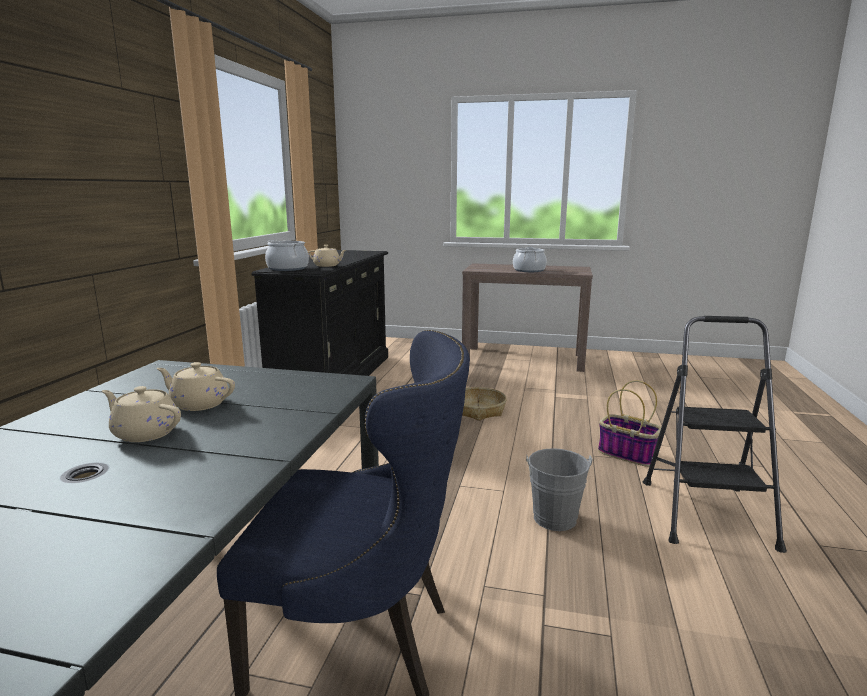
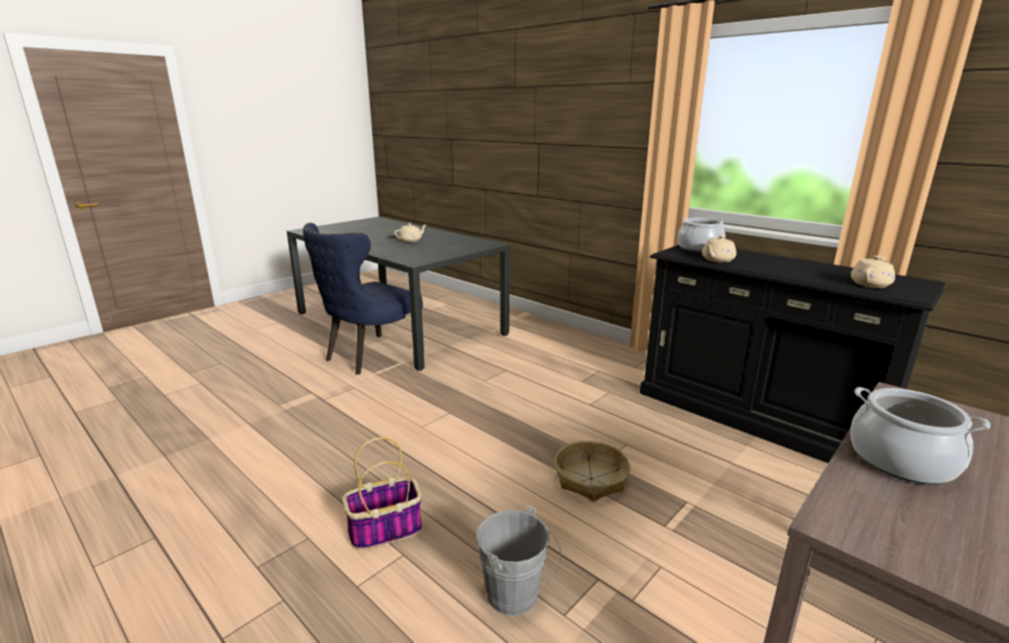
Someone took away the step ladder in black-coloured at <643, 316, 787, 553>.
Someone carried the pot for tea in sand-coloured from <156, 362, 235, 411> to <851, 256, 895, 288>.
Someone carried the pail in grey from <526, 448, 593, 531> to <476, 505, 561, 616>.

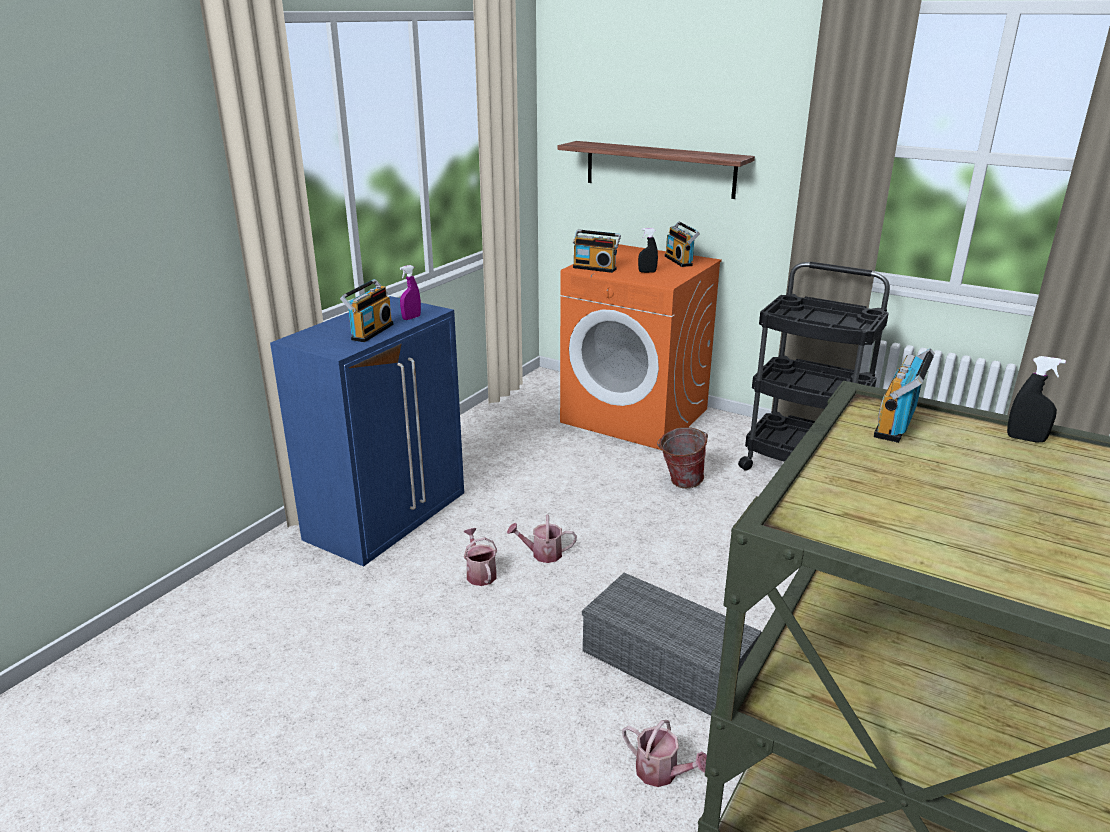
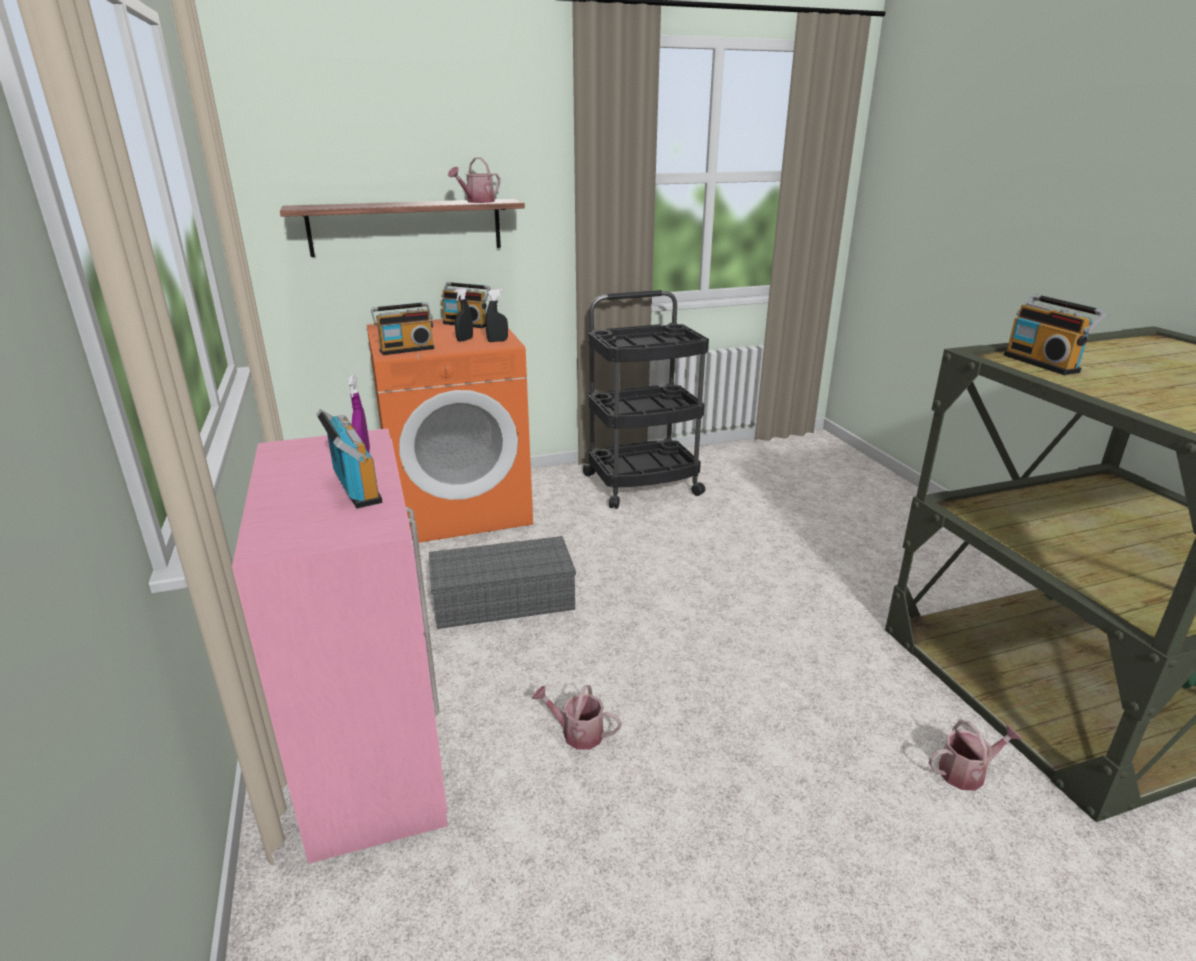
Someone repainted the cupboard in blue at <270, 296, 464, 567>, which became the cupboard in pinkish at <232, 428, 448, 864>.
Someone carried the hand sprayer in black-coloured from <1007, 356, 1066, 442> to <485, 289, 508, 342>.
Someone took away the pail at <657, 427, 708, 488>.
Someone carried the watering can from <507, 515, 577, 563> to <448, 158, 500, 203>.
Someone carried the storage box in grey from <582, 573, 762, 716> to <429, 536, 576, 629>.

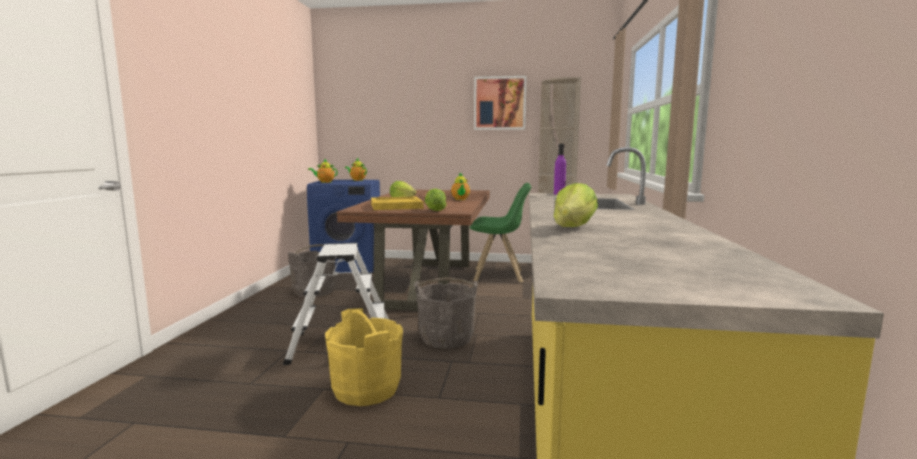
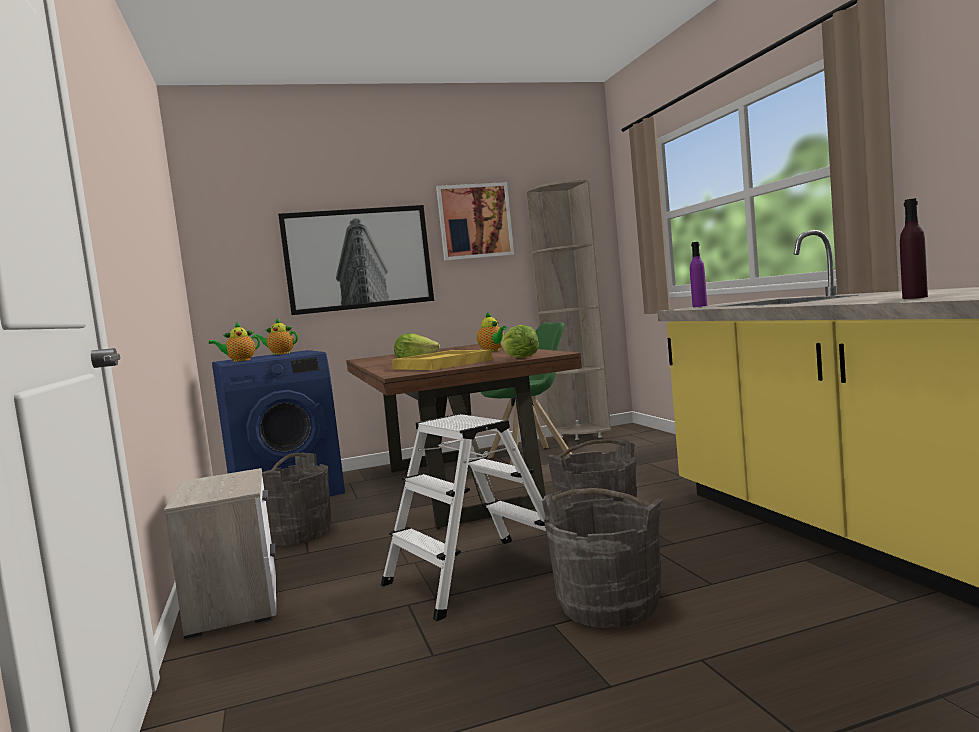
Someone swapped the lettuce at <554, 183, 598, 227> for the drink bottle in purple-coloured at <900, 198, 928, 299>.
Someone repainted the pail in yellow at <325, 308, 403, 406>, which became the pail in grey at <542, 488, 663, 628>.
Someone put up the wall art at <278, 205, 434, 315>.
Someone put down the night table at <164, 468, 276, 639>.

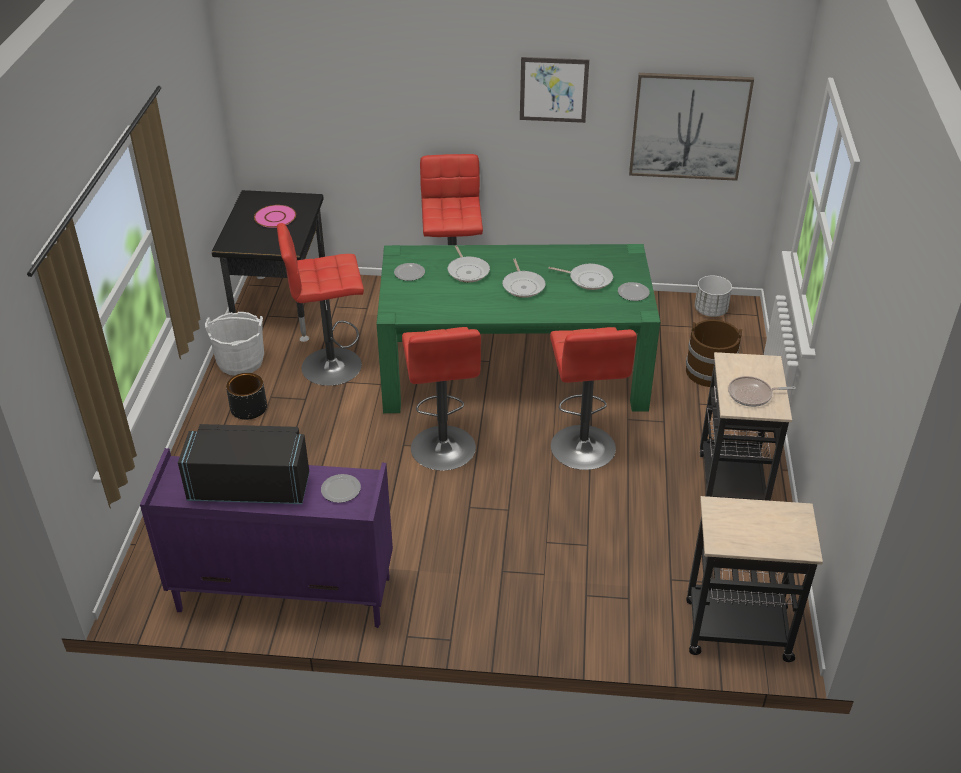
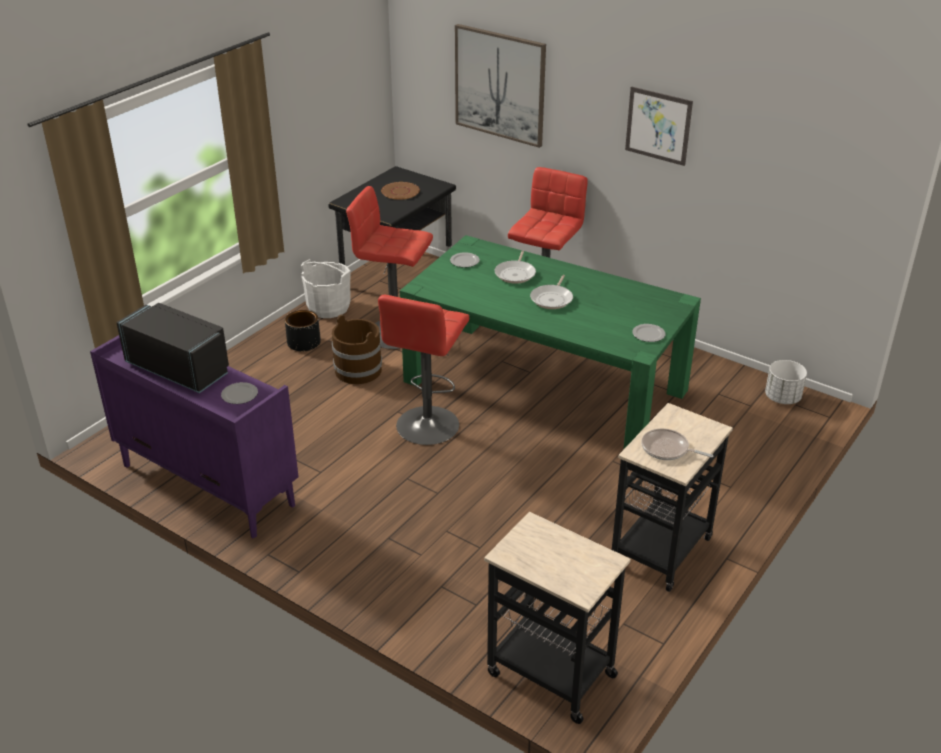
Someone carried the wall art from <629, 73, 754, 181> to <455, 24, 546, 148>.
Someone repainted the dinner plate in pinkish at <254, 205, 296, 228>, which became the dinner plate in brownish at <381, 182, 420, 200>.
Someone took away the frying pan at <548, 264, 613, 290>.
Someone carried the pail in brownish from <686, 319, 742, 387> to <332, 314, 382, 384>.
Someone took away the sitting stool in reddish at <550, 327, 637, 470>.

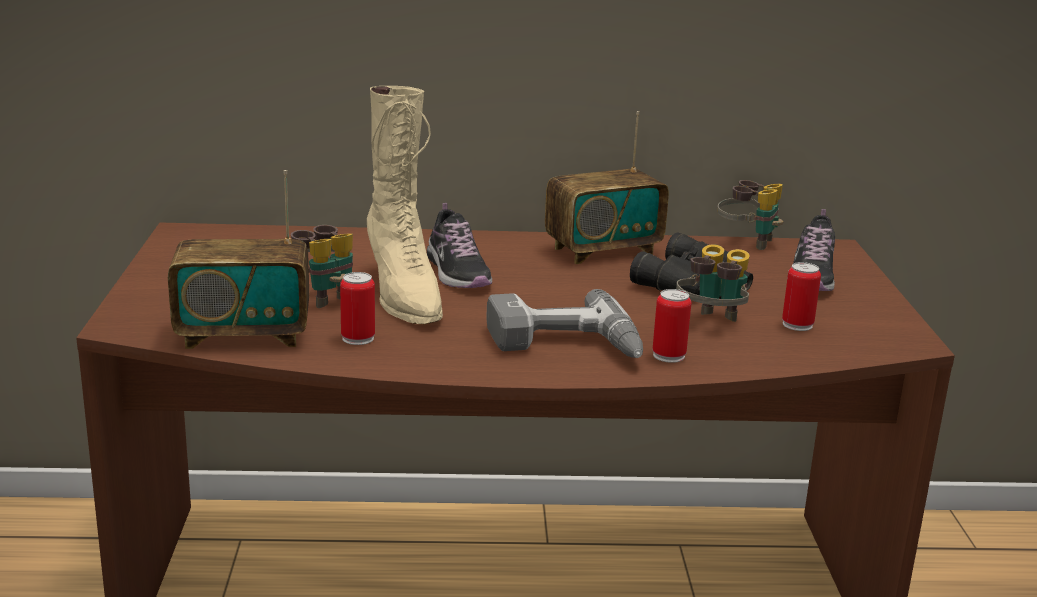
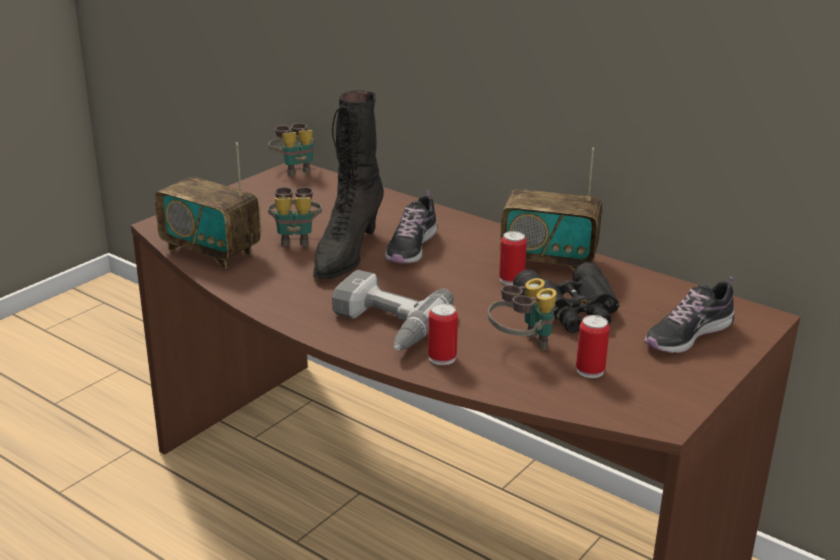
Someone repainted the tall boot in sand-coloured at <367, 86, 443, 324>, which became the tall boot in black-coloured at <313, 90, 384, 279>.
Someone carried the field glasses from <717, 180, 784, 250> to <268, 123, 314, 177>.
Someone carried the can from <340, 272, 375, 345> to <499, 231, 527, 285>.

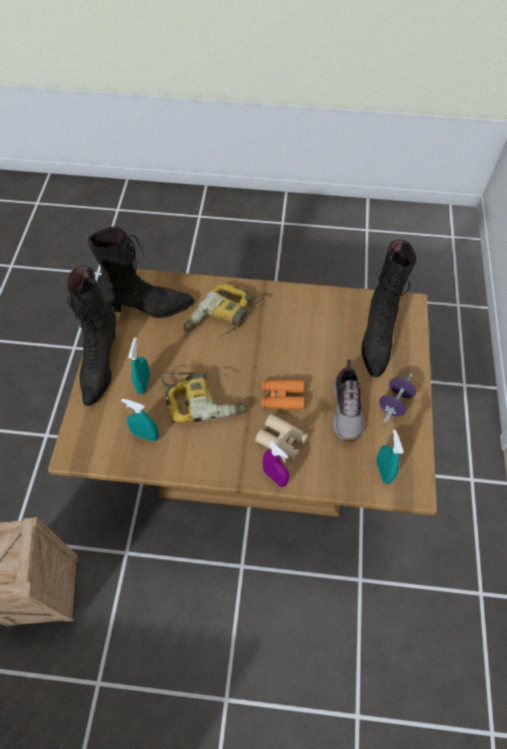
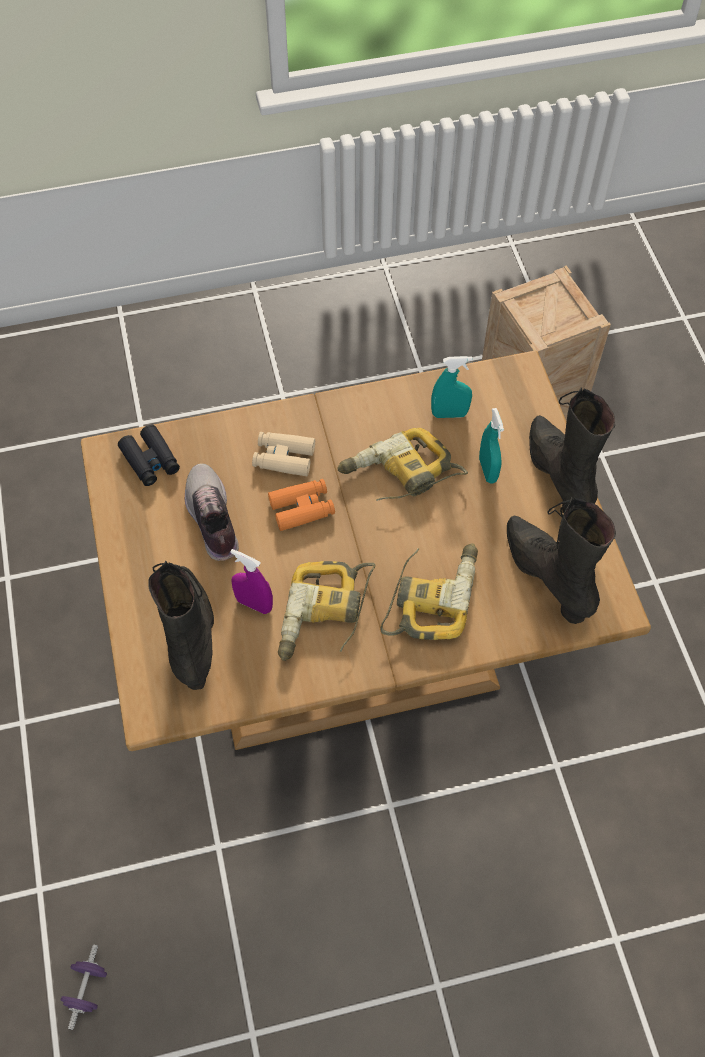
Someone rotated the tall boot in black-coloured at <88, 226, 194, 318> by 90 degrees clockwise.
Someone carried the free weight in purple-coloured from <379, 373, 416, 422> to <61, 944, 107, 1030>.
Someone swapped the hand sprayer in blue-green at <376, 430, 404, 484> for the field glasses in black-coloured at <118, 425, 180, 486>.
Someone carried the hand sprayer in purple-coloured from <263, 441, 289, 487> to <230, 549, 273, 614>.
Someone put down the electric drill at <278, 561, 375, 661>.

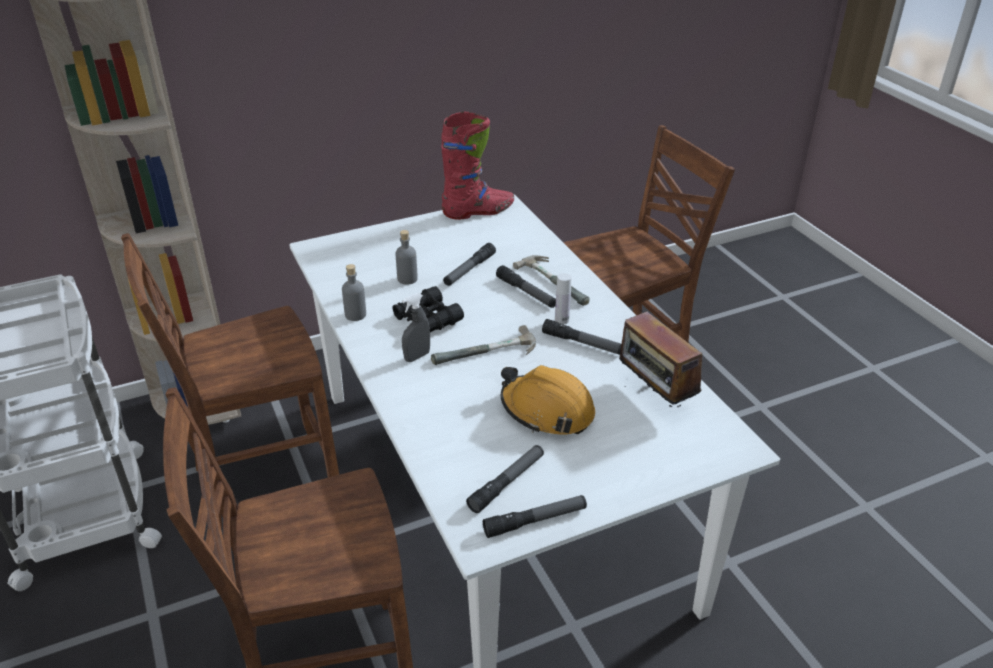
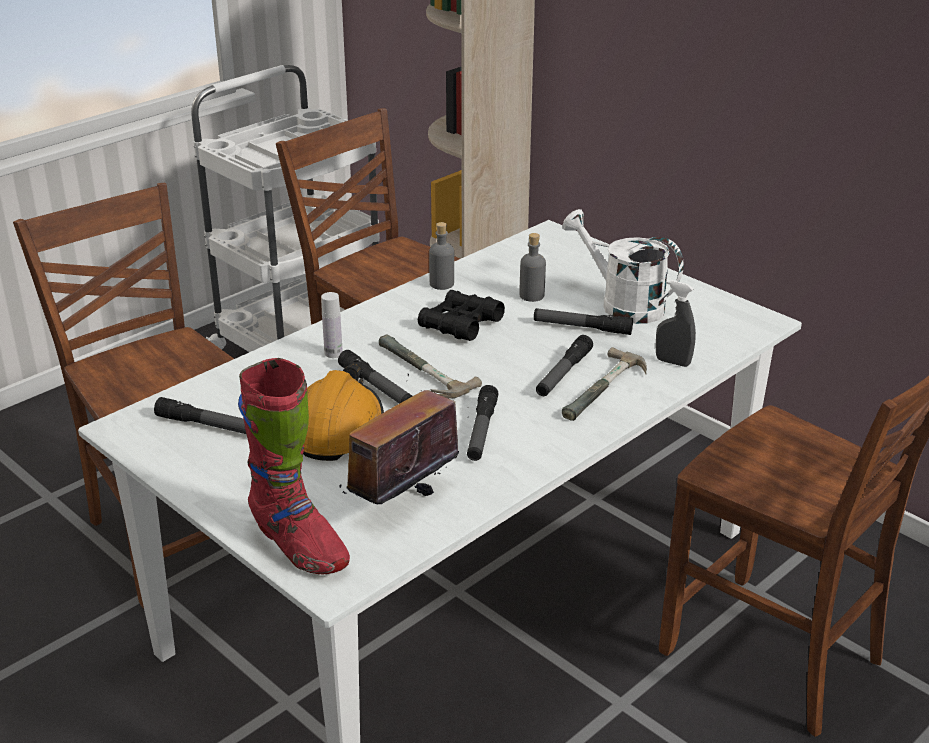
Someone carried the tall boot in reddish from <441, 112, 514, 220> to <238, 358, 350, 575>.
Someone carried the drink bottle in whitish from <555, 273, 571, 324> to <321, 292, 343, 358>.
Someone carried the hand sprayer in grey from <402, 293, 430, 362> to <656, 280, 696, 367>.
Someone carried the torch from <483, 495, 587, 538> to <338, 350, 412, 404>.
Someone put down the watering can in whitish at <562, 209, 684, 324>.

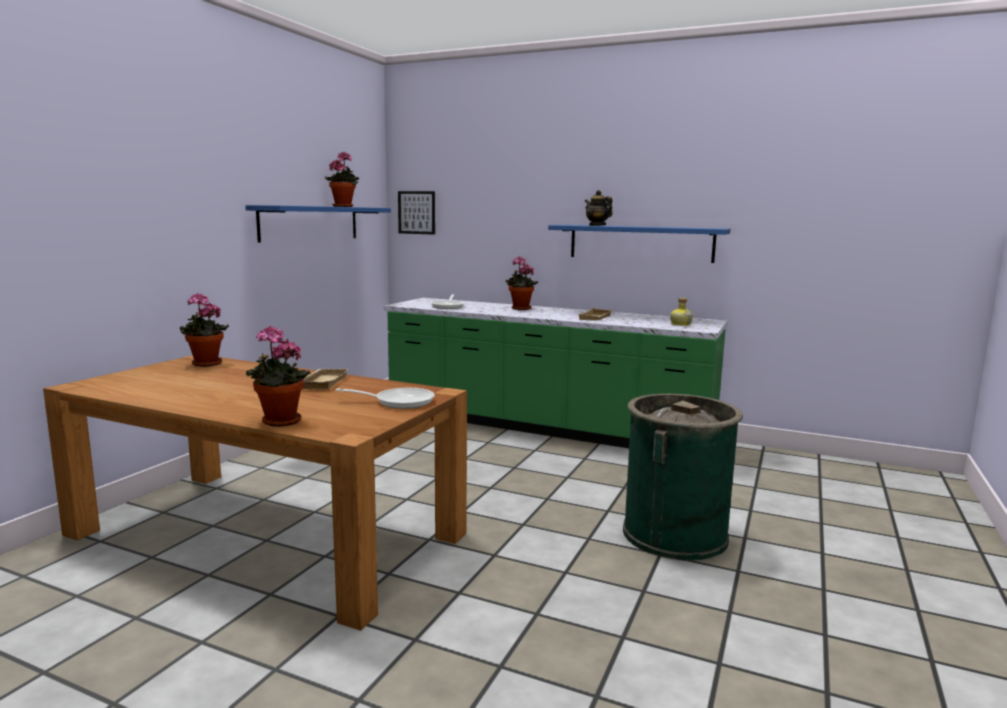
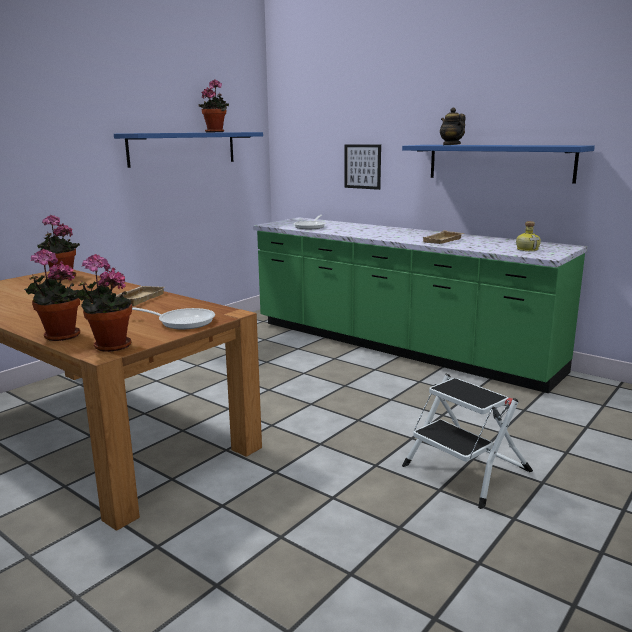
Someone carried the wall art from <398, 191, 435, 235> to <344, 144, 381, 190>.
Someone carried the potted plant from <506, 256, 538, 310> to <74, 254, 132, 352>.
Someone swapped the waste bin in green-coloured at <623, 394, 743, 561> for the step ladder at <402, 374, 533, 509>.

